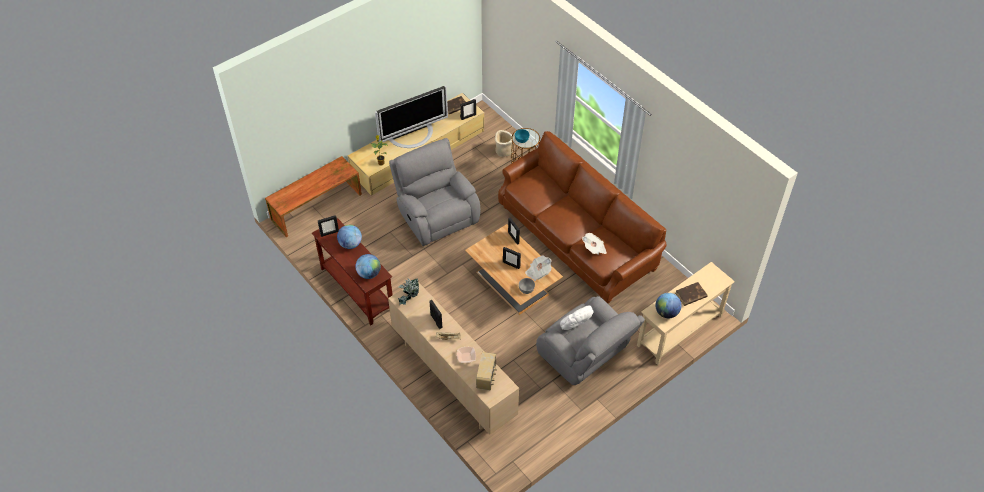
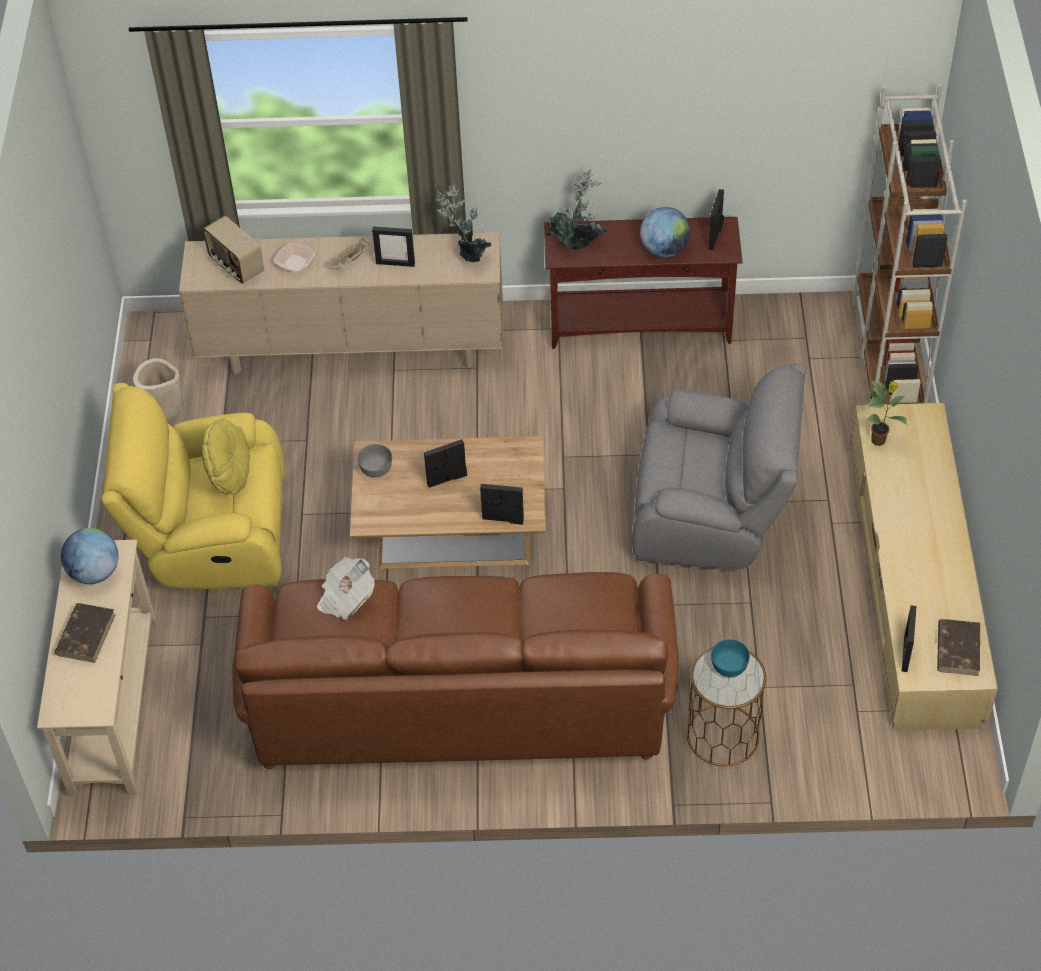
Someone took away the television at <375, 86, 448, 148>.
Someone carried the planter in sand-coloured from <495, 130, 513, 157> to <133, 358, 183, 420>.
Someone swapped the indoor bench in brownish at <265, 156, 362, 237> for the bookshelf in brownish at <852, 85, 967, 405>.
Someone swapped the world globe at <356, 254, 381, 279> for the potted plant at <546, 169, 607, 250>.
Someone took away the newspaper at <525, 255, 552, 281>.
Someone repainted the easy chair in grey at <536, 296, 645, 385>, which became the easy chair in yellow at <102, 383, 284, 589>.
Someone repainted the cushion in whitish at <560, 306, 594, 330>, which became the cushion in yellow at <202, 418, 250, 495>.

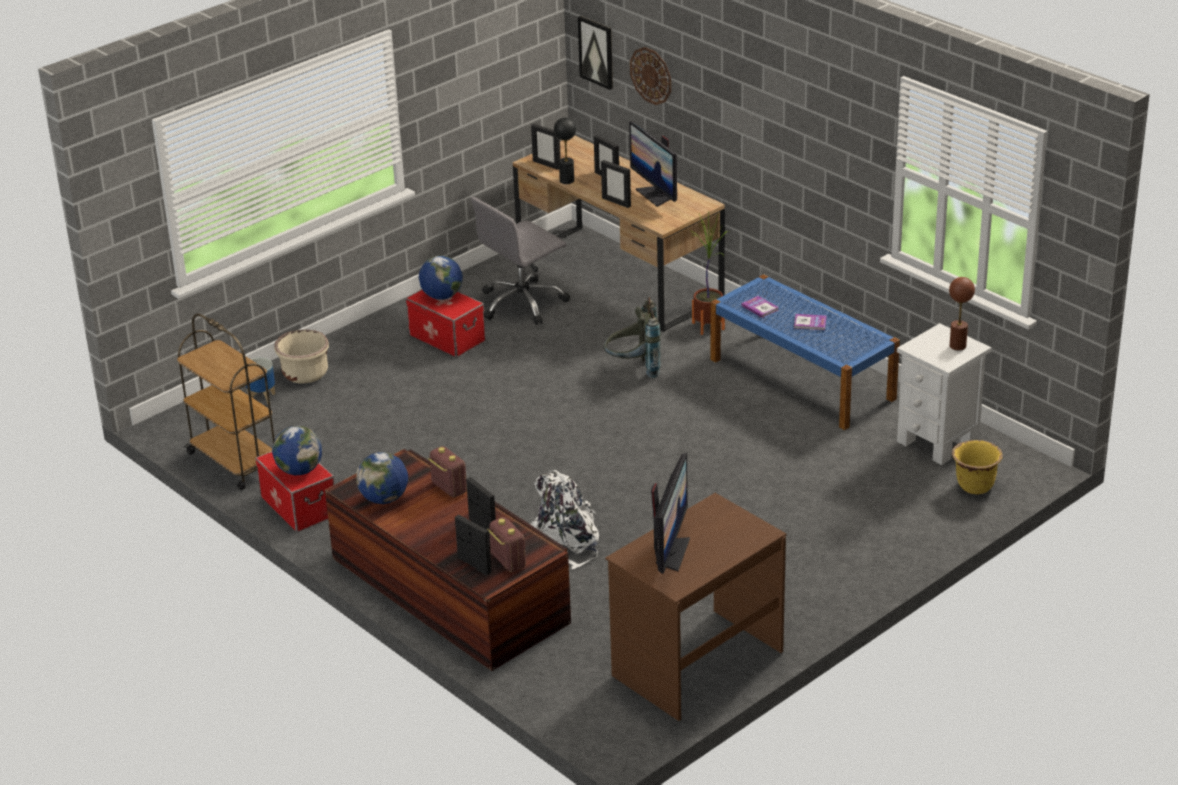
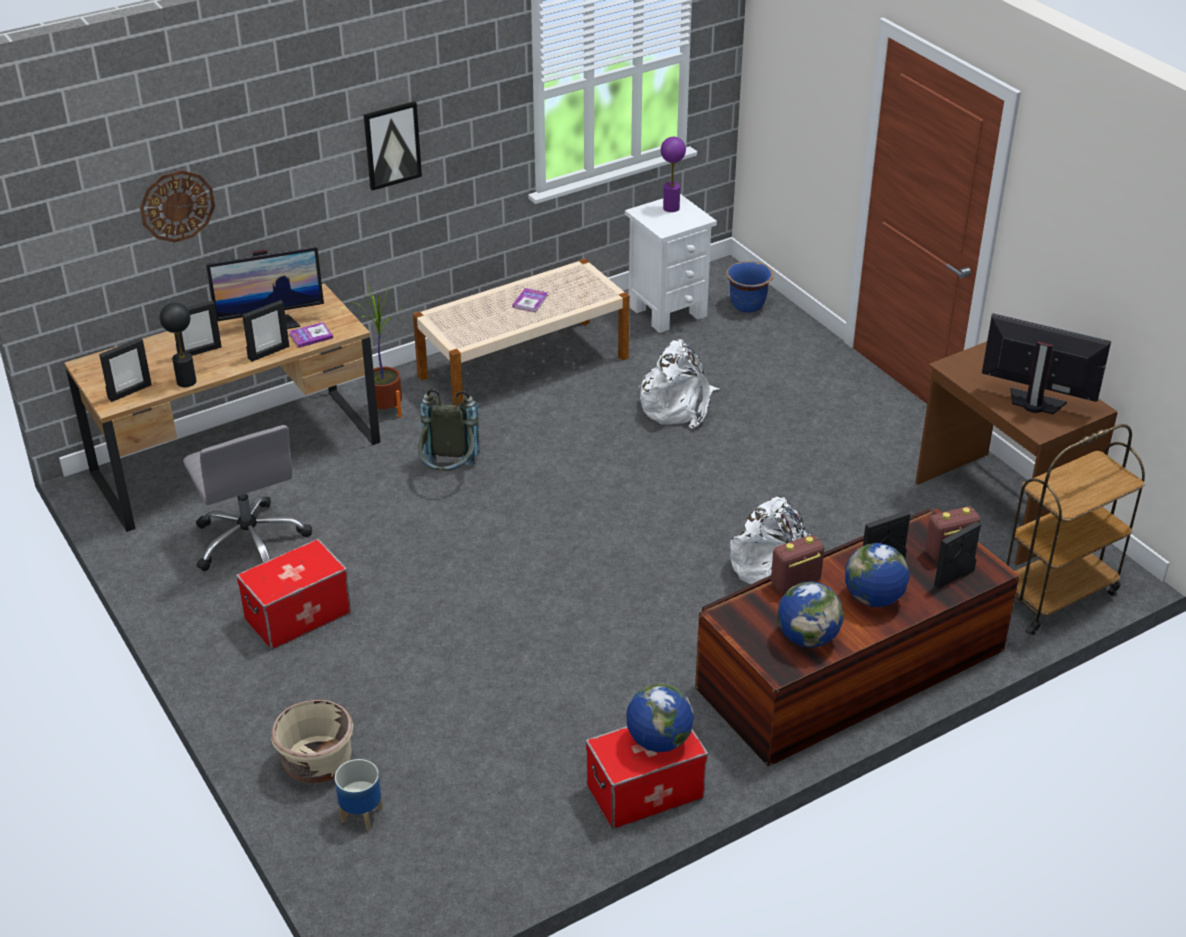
Someone carried the wall art from <578, 16, 613, 90> to <363, 101, 422, 191>.
Someone carried the world globe from <419, 256, 463, 300> to <845, 543, 910, 607>.
Someone repainted the indoor bench in blue at <711, 274, 900, 430>, which became the indoor bench in sand-coloured at <413, 258, 630, 406>.
Someone repainted the table lamp in brownish at <949, 277, 975, 350>, which became the table lamp in purple-coloured at <661, 137, 686, 212>.
Someone carried the bound book from <741, 296, 778, 318> to <289, 322, 333, 348>.
Someone carried the cart in brownish from <177, 313, 275, 490> to <1006, 424, 1145, 635>.
Someone repainted the planter in yellow at <952, 440, 1003, 495>, which became the planter in blue at <726, 261, 774, 313>.
Someone put down the backpack in whitish at <639, 339, 719, 429>.

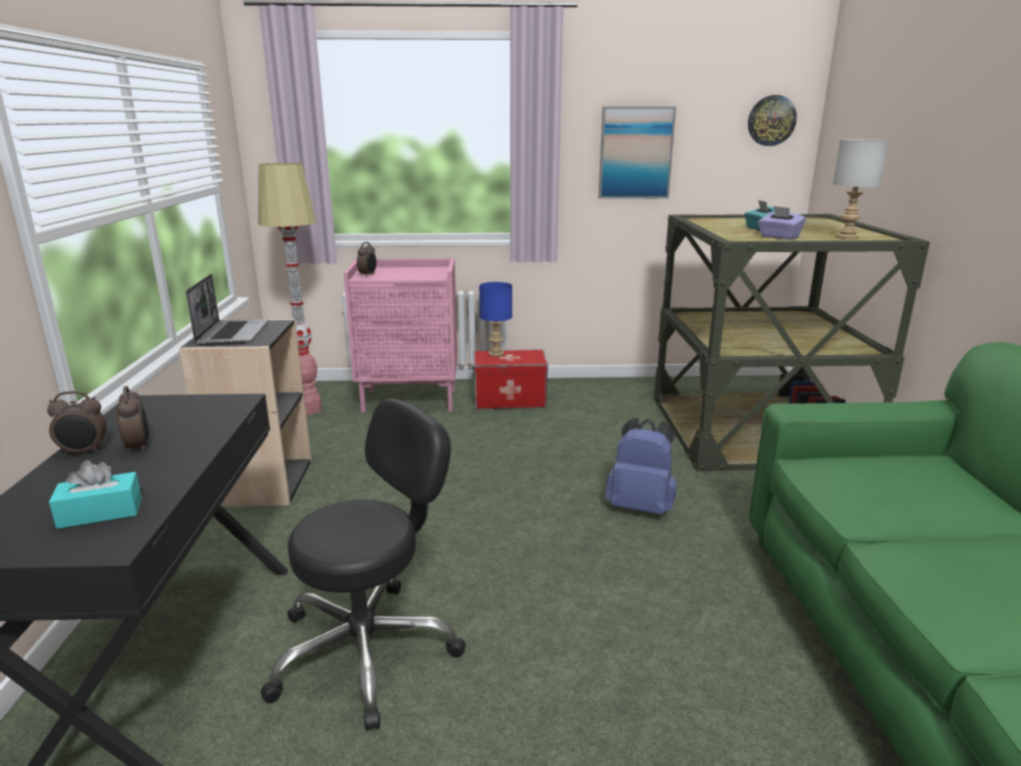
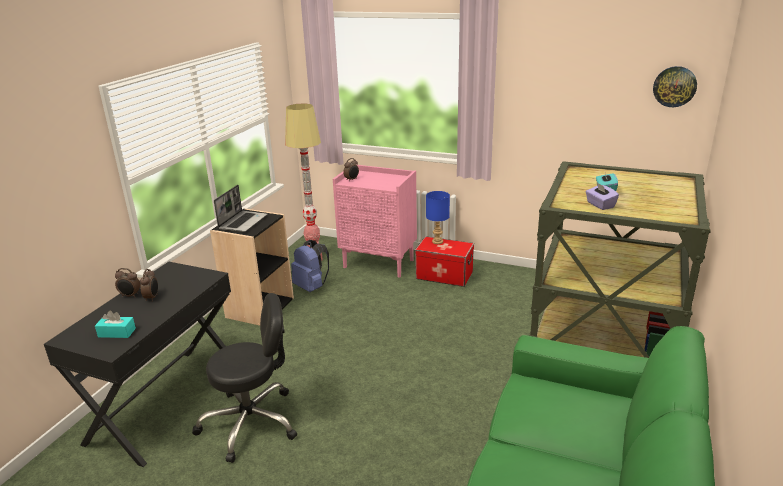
Someone took away the wall art at <599, 107, 676, 199>.
Someone took away the table lamp in grey at <833, 139, 889, 239>.
Someone carried the backpack in blue from <606, 418, 677, 515> to <291, 240, 329, 292>.

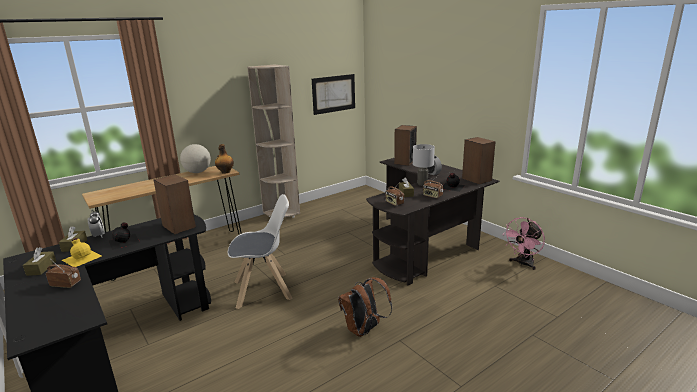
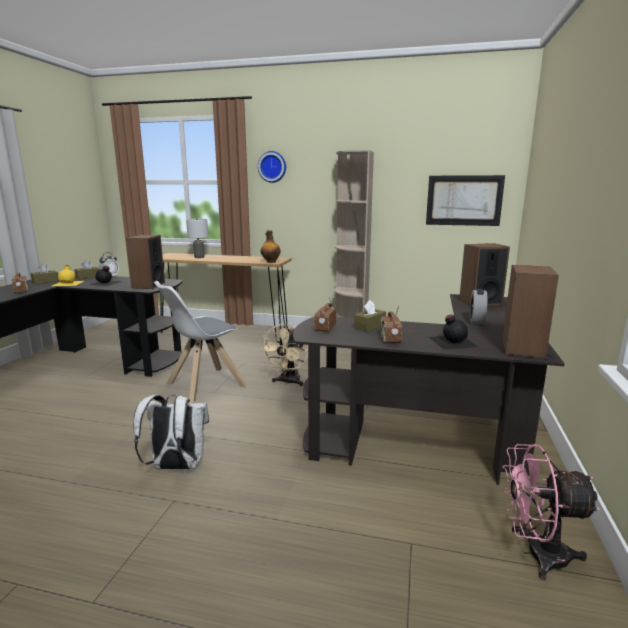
Someone took away the world globe at <180, 144, 211, 173>.
Someone carried the table lamp in whitish from <413, 144, 435, 186> to <186, 219, 208, 258>.
Someone rotated the chair at <228, 194, 292, 309> by 105 degrees clockwise.
Someone repainted the backpack in brownish at <338, 277, 392, 337>, which became the backpack in whitish at <133, 395, 209, 470>.
Someone put up the clock on the wall at <258, 151, 286, 183>.
Someone put down the electric fan in sand-coloured at <260, 324, 308, 386>.

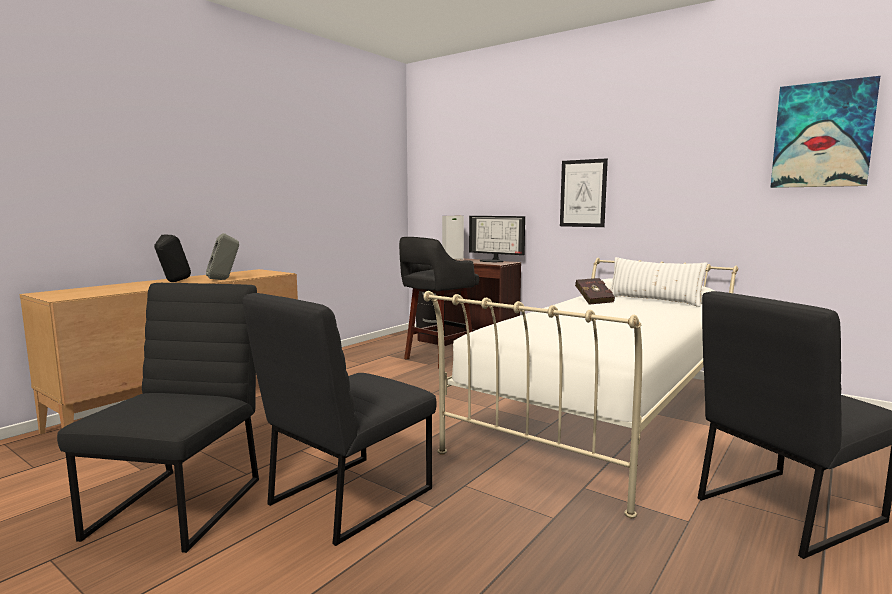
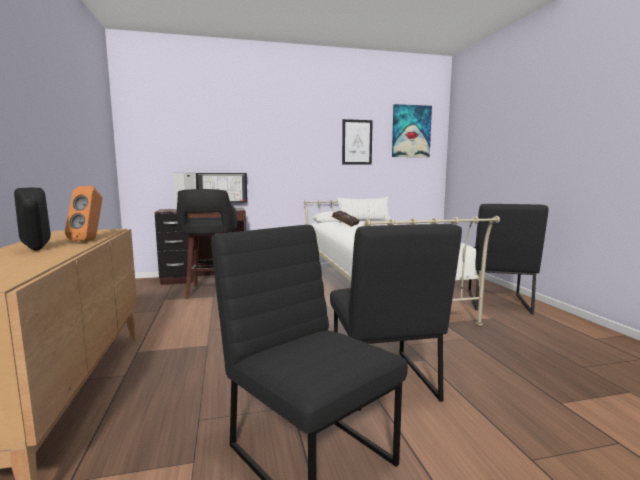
Someone carried the wall art from <560, 158, 608, 227> to <342, 119, 373, 165>.
Someone repainted the speaker in grey at <206, 233, 239, 280>, which became the speaker in orangey at <65, 186, 102, 241>.

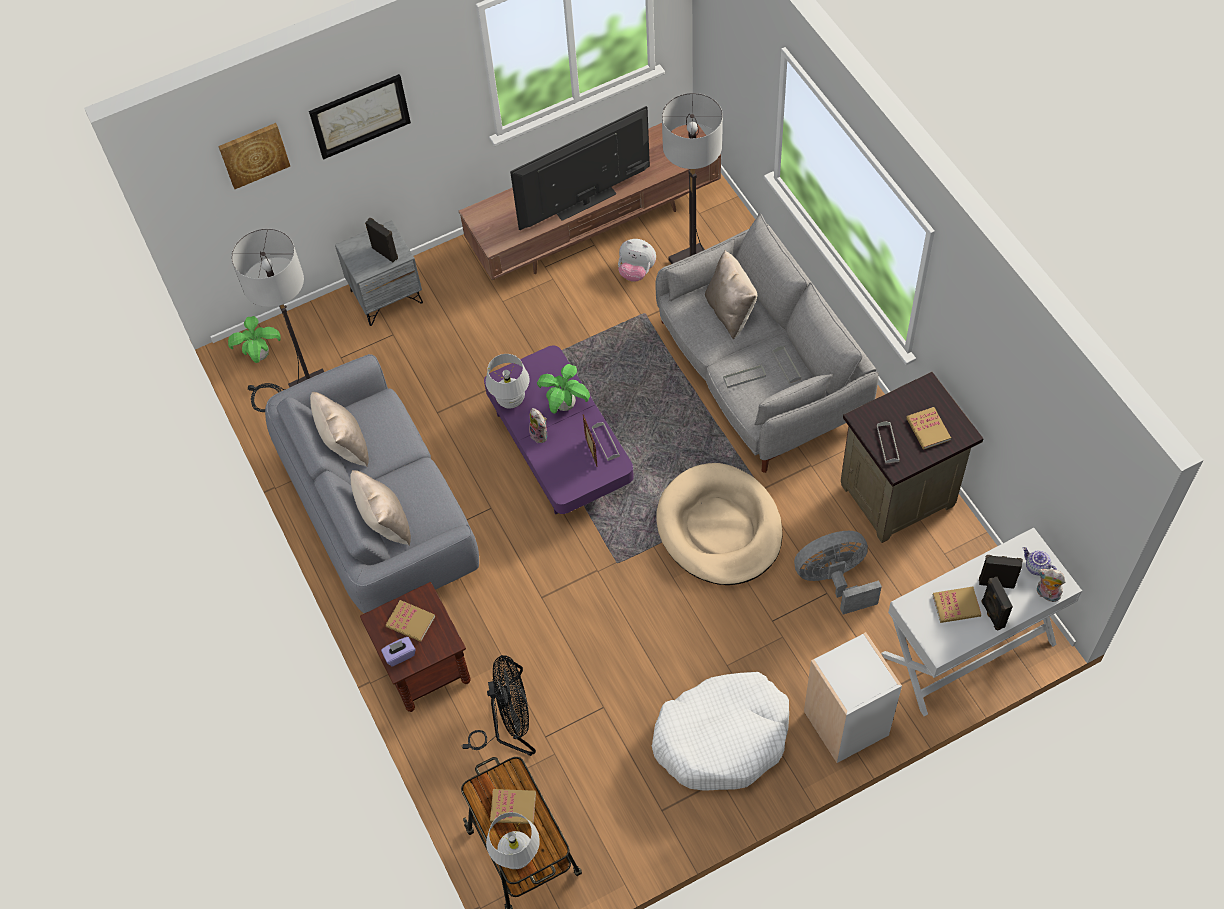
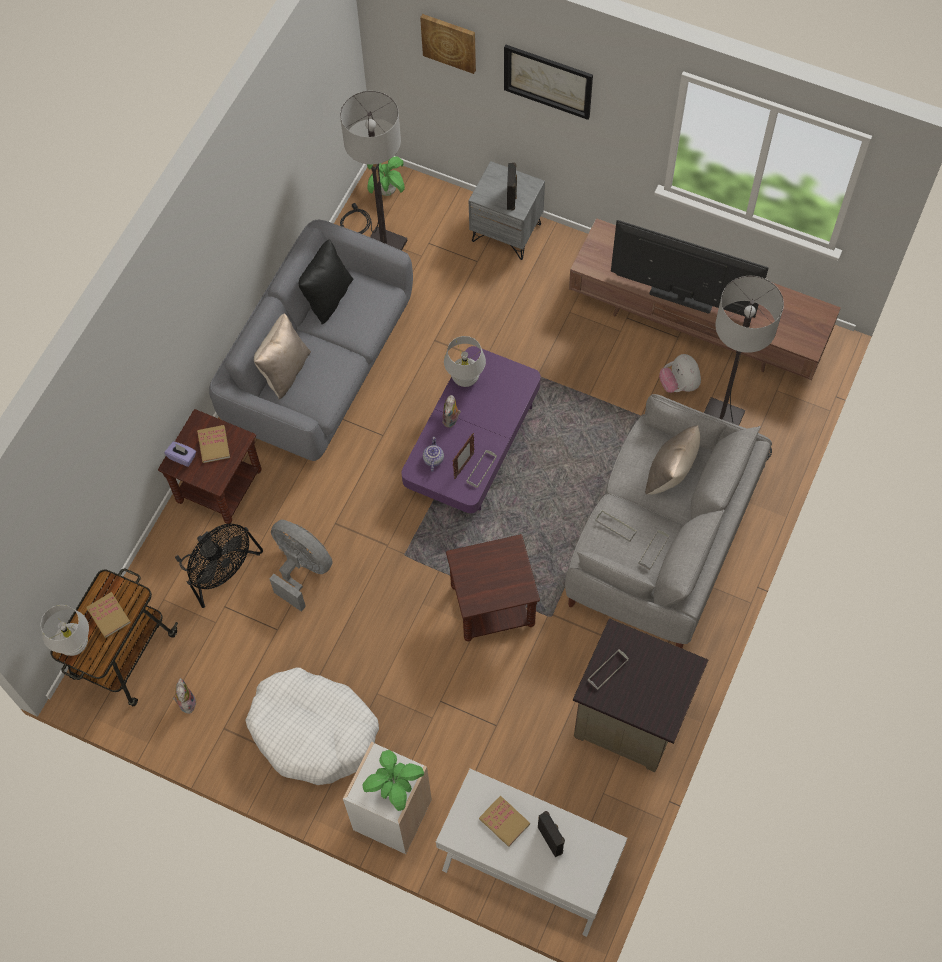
Someone carried the potted plant from <537, 364, 590, 413> to <363, 750, 424, 811>.
Someone repainted the cushion in sand-coloured at <310, 392, 369, 467>, which became the cushion in black-coloured at <299, 240, 354, 324>.
Someone took away the bound book at <906, 407, 951, 449>.
Someone swapped the dog cushion in sand-coloured at <656, 463, 783, 585> for the side table in brownish at <446, 534, 540, 642>.
Someone carried the electric fan in grey from <794, 531, 882, 615> to <269, 520, 333, 612>.
Someone carried the pot for tea from <1022, 547, 1057, 576> to <423, 437, 444, 472>.
Someone carried the soft toy from <1037, 569, 1065, 602> to <173, 678, 196, 714>.
Someone took away the speaker in black-coloured at <981, 577, 1013, 631>.

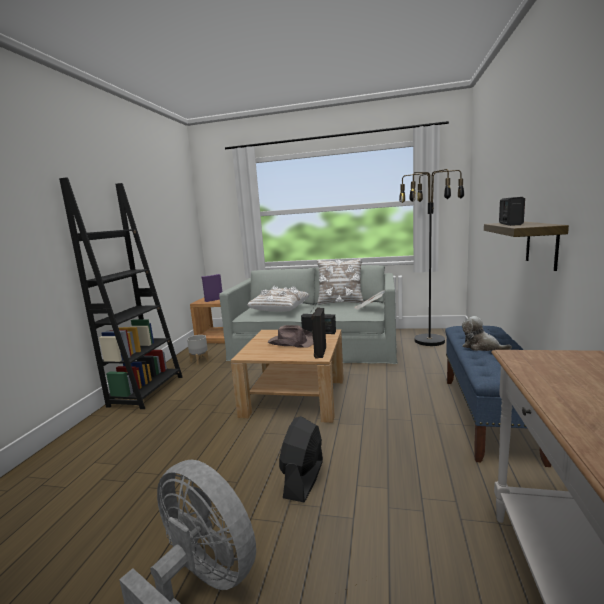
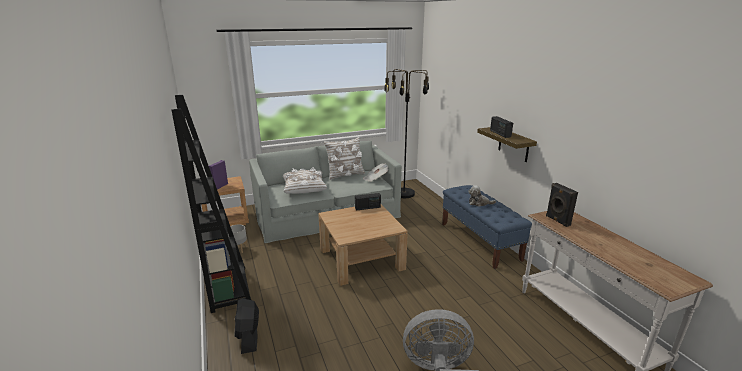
Someone carried the speaker in black-coloured from <311, 308, 326, 358> to <546, 183, 578, 227>.
Someone took away the wearable hat in brownish at <268, 325, 314, 348>.
Someone carried the electric fan in black-coloured from <279, 416, 323, 502> to <234, 298, 259, 354>.

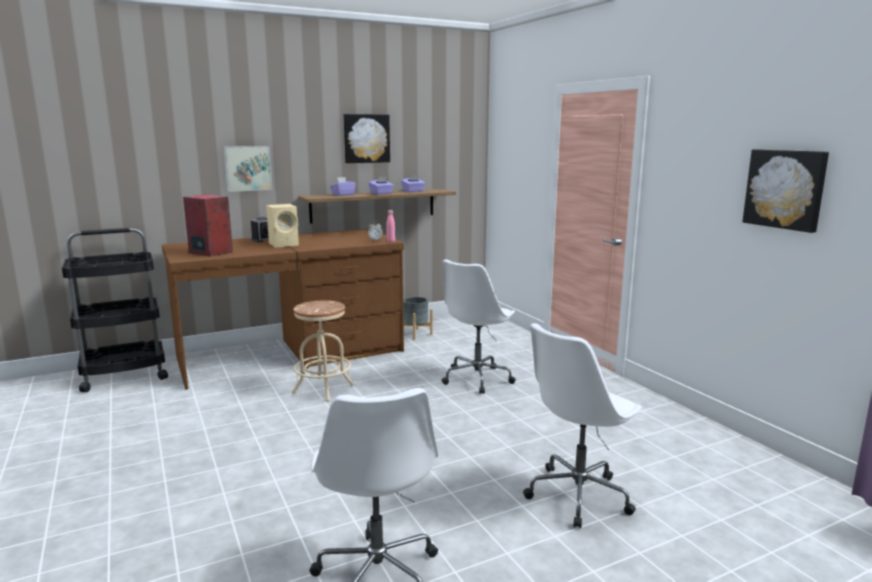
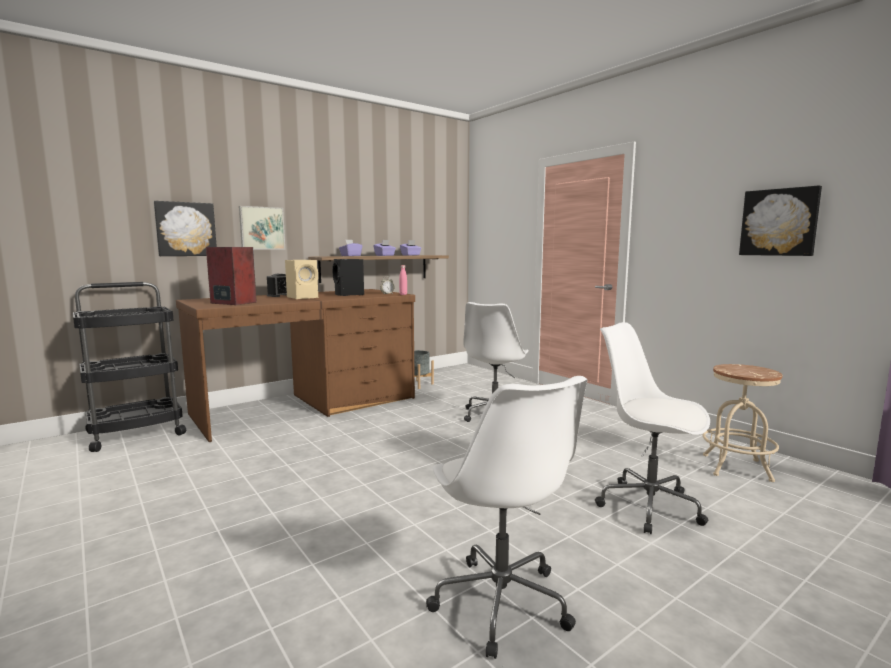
Someone carried the wall art from <344, 114, 390, 163> to <154, 201, 217, 256>.
Someone carried the sitting stool in sand-coloured from <292, 300, 354, 402> to <702, 364, 782, 482>.
Someone rotated the computer chair in whitish at <523, 323, 642, 528> by 90 degrees clockwise.
Someone put down the speaker in black-coloured at <332, 259, 364, 296>.

